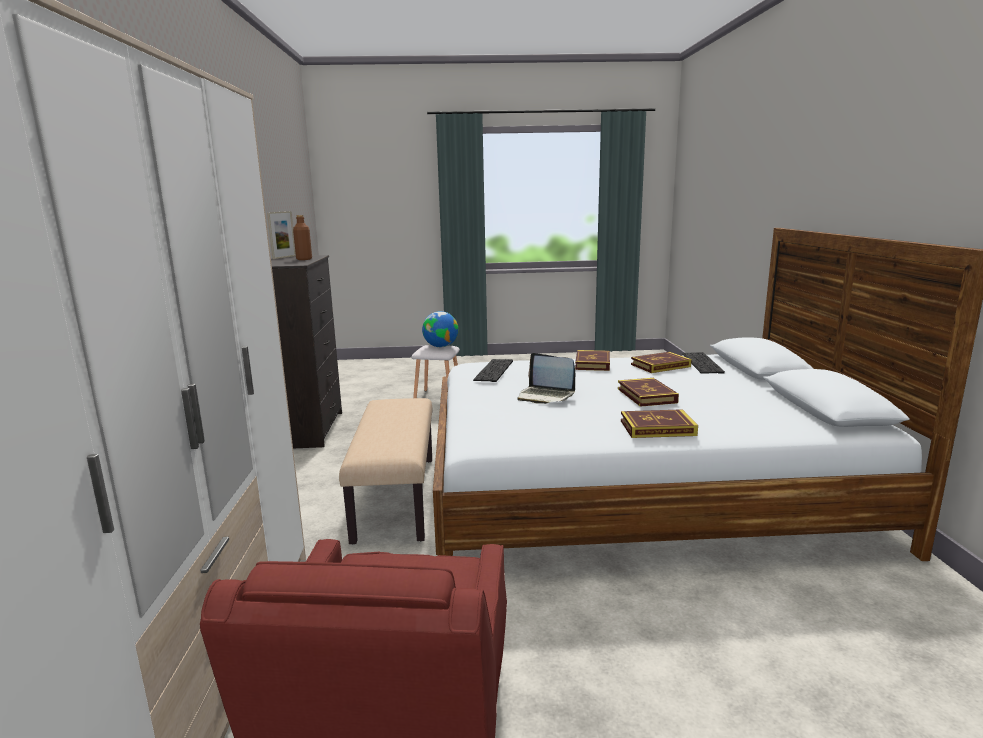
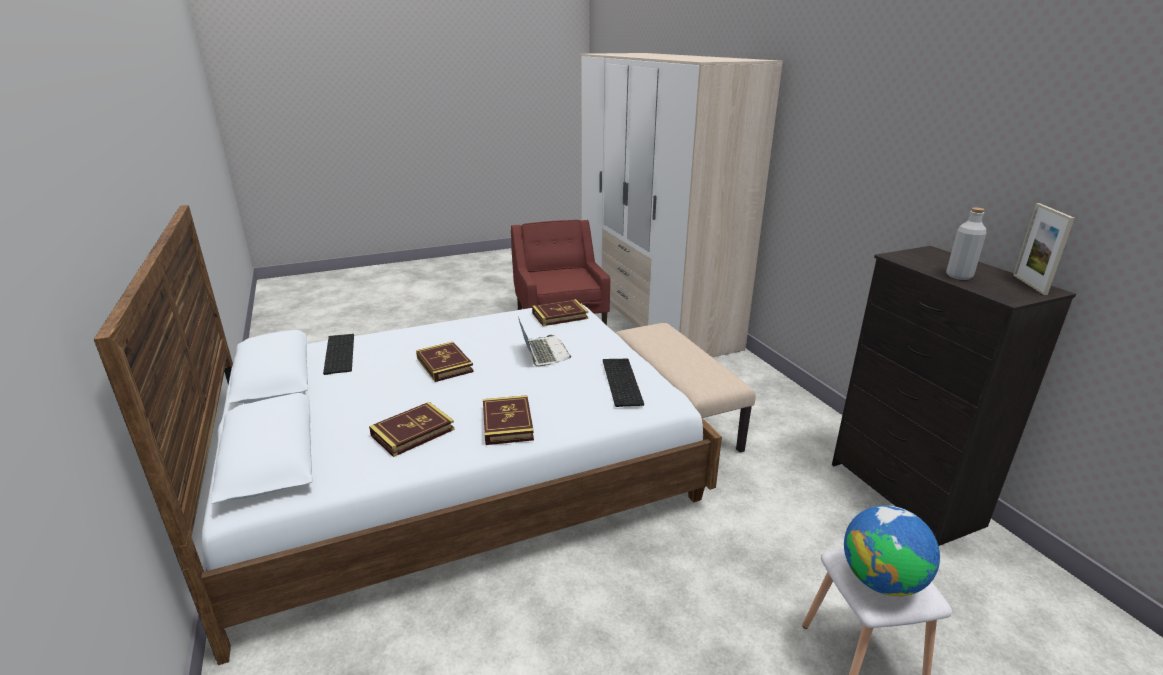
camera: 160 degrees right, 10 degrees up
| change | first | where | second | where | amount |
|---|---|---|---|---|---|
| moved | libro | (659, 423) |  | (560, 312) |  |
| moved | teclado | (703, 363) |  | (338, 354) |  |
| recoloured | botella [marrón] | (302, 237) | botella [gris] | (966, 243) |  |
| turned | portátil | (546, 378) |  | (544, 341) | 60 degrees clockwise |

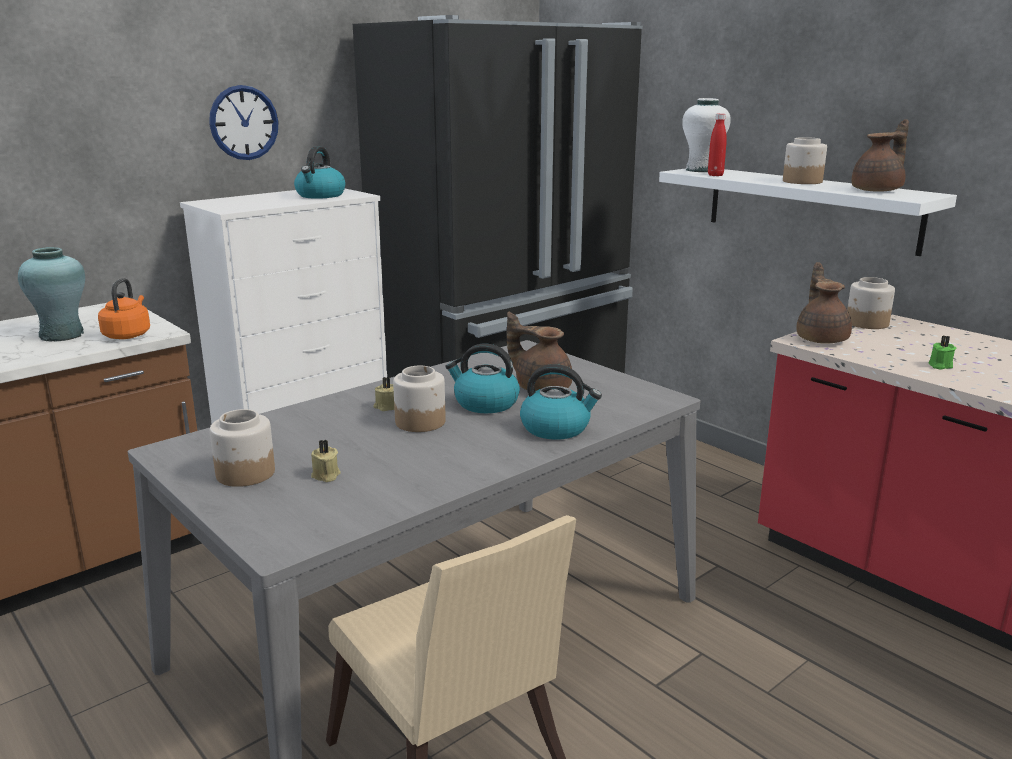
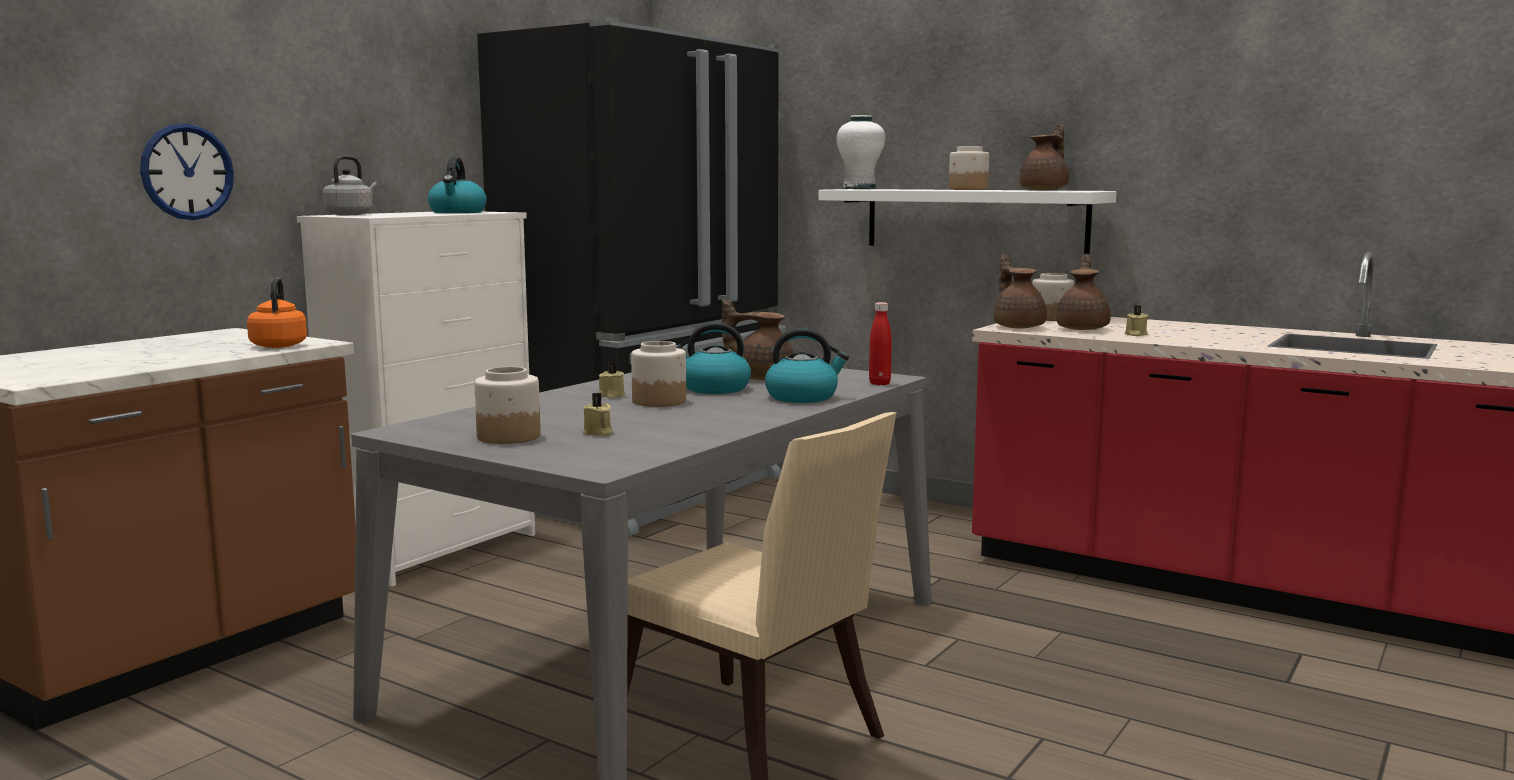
camera: 15 degrees left, 10 degrees down
| change | first | where | second | where | amount |
|---|---|---|---|---|---|
| removed | florero [turquesa] | (51, 294) |  |  |  |
| added |  |  | hervidor [gris] | (350, 185) |  |
| added |  |  | tetera [marrón] | (1083, 292) |  |
| moved | reloj de pared | (244, 122) |  | (187, 171) |  |
| moved | botella [rojo] | (717, 144) |  | (880, 343) |  |
| recoloured | vela [verde] | (942, 352) | vela [beis] | (1136, 320) |  |

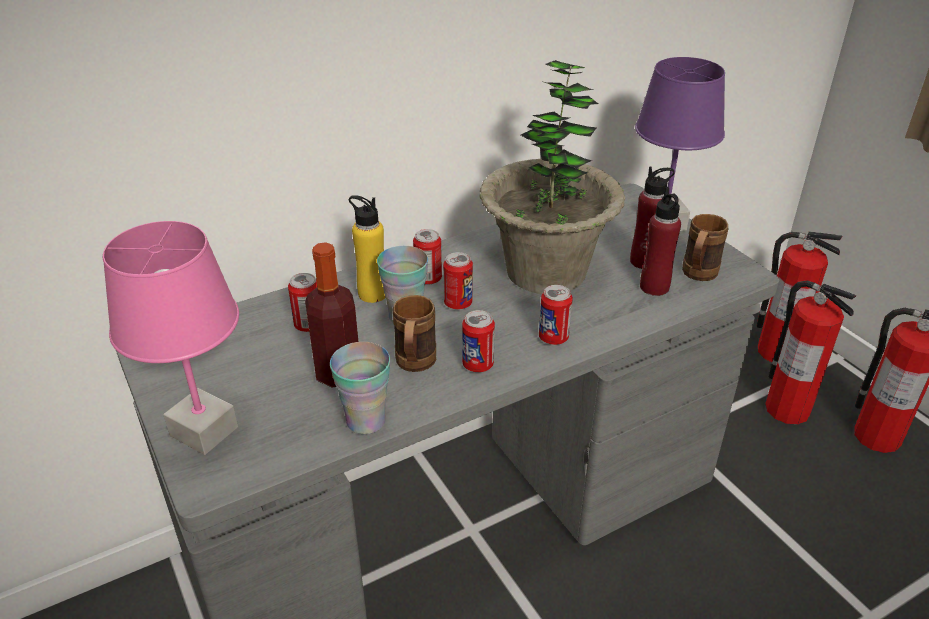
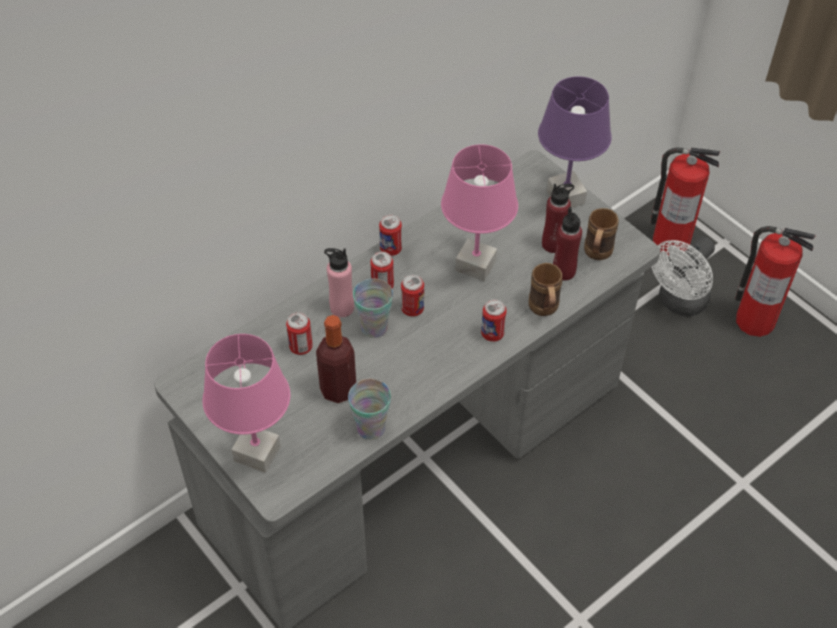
camera: 10 degrees left, 15 degrees up
| change | first | where | second | where | amount |
|---|---|---|---|---|---|
| moved | taza grande [marrón] | (414, 333) |  | (545, 289) |  |
| moved | lata | (478, 341) |  | (390, 235) |  |
| replaced | planta en maceta | (552, 177) | lámpara de mesa [rosa] | (479, 212) |  |
| replaced | extintor | (811, 352) | ventilador [blanco] | (683, 276) |  |
| recoloured | botella [amarillo] | (367, 249) | botella [rosa] | (339, 282) |  |

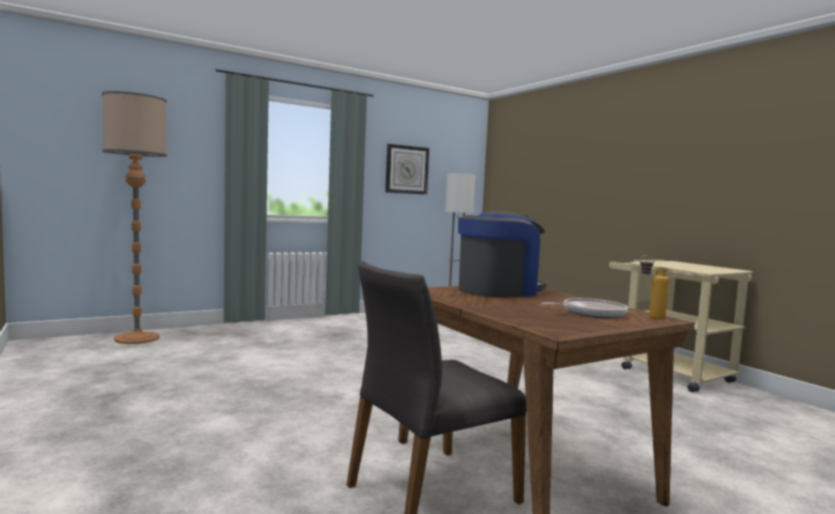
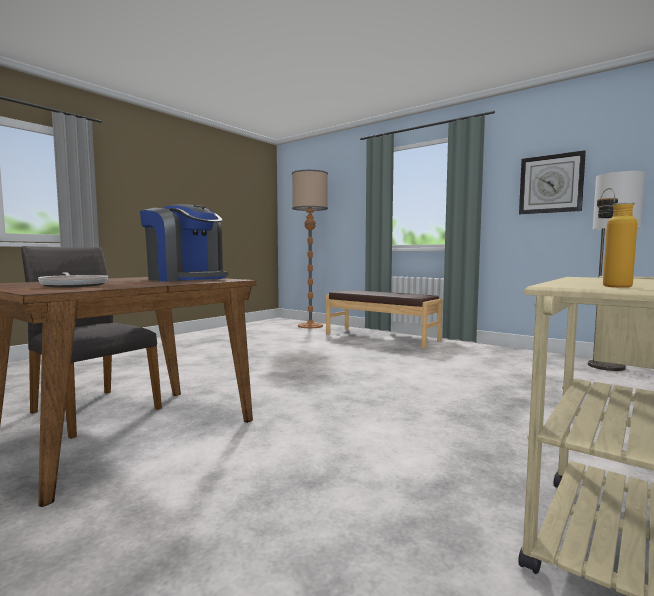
camera: 70 degrees right, 0 degrees up
| change | first | where | second | where | amount |
|---|---|---|---|---|---|
| added |  |  | banco [marrón] | (384, 319) |  |
| moved | botella | (654, 287) |  | (617, 238) |  |

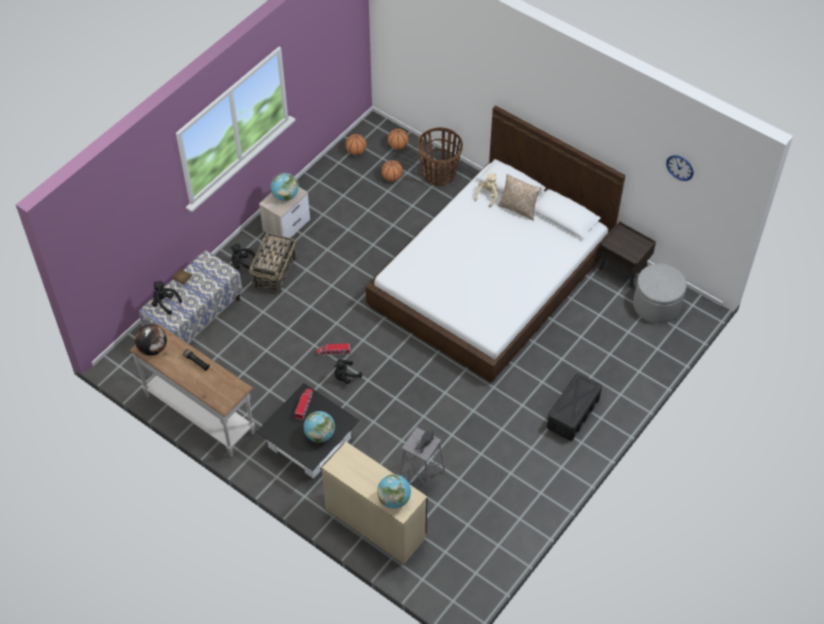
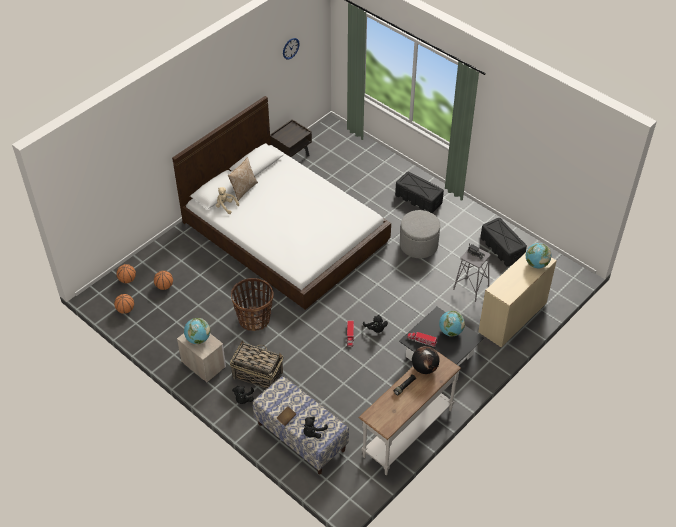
camera: 85 degrees left, 5 degrees down
| change | first | where | second | where | amount |
|---|---|---|---|---|---|
| added |  |  | caja de almacenaje [negro] | (503, 242) |  |
| moved | globo terráqueo | (151, 340) |  | (426, 360) |  |
| moved | cesta | (440, 156) |  | (252, 304) |  |
| moved | puf [gris] | (660, 294) |  | (420, 234) |  |

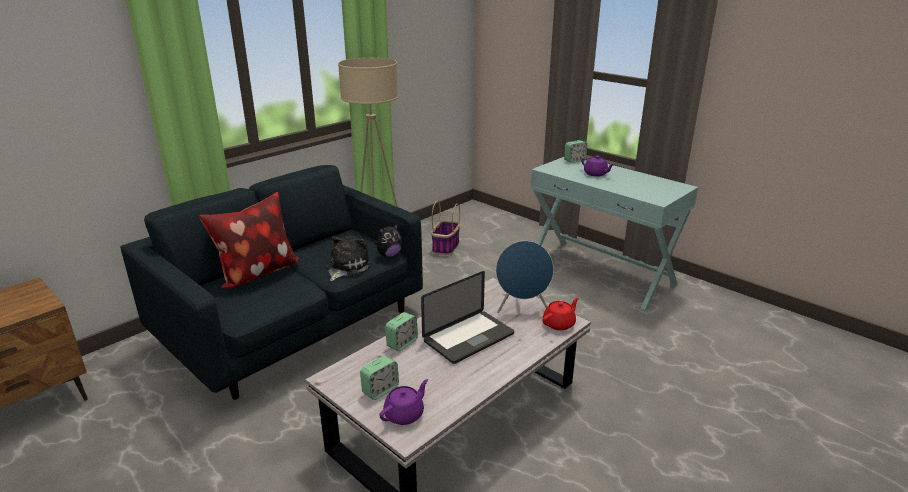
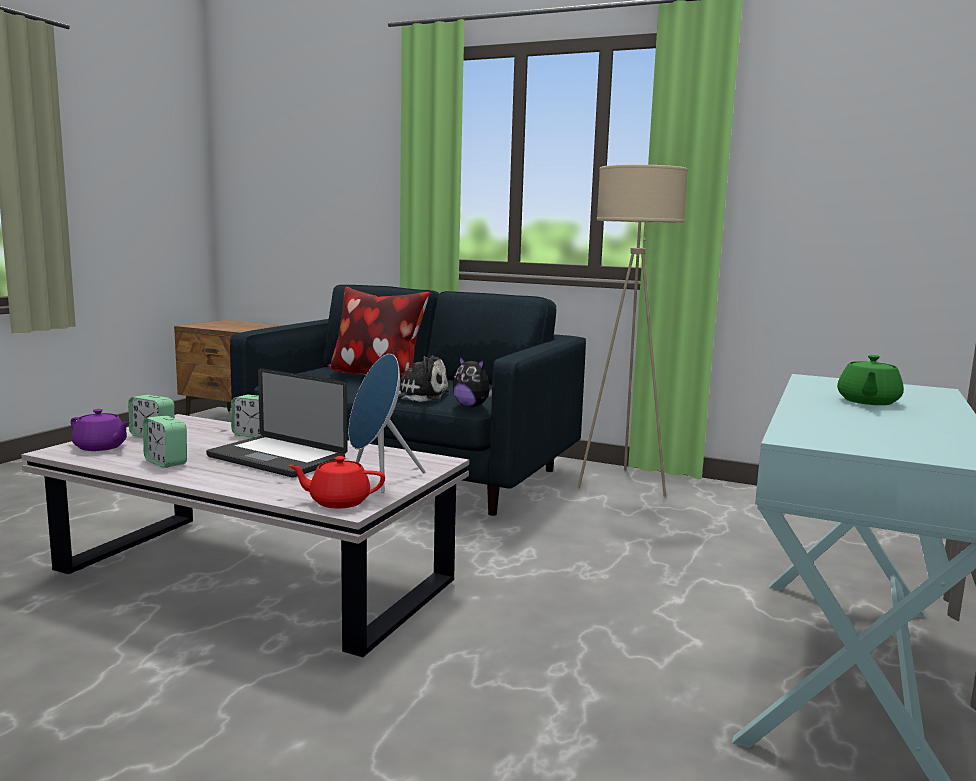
camera: 70 degrees right, 15 degrees down
| change | first | where | second | where | amount |
|---|---|---|---|---|---|
| removed | cesta | (445, 228) |  |  |  |
| moved | despertador | (575, 151) |  | (165, 441) |  |
| recoloured | tetera [morado] | (598, 166) | tetera [verde] | (870, 380) |  |
| turned | tetera [rojo] | (561, 314) |  | (336, 482) | 150 degrees clockwise |

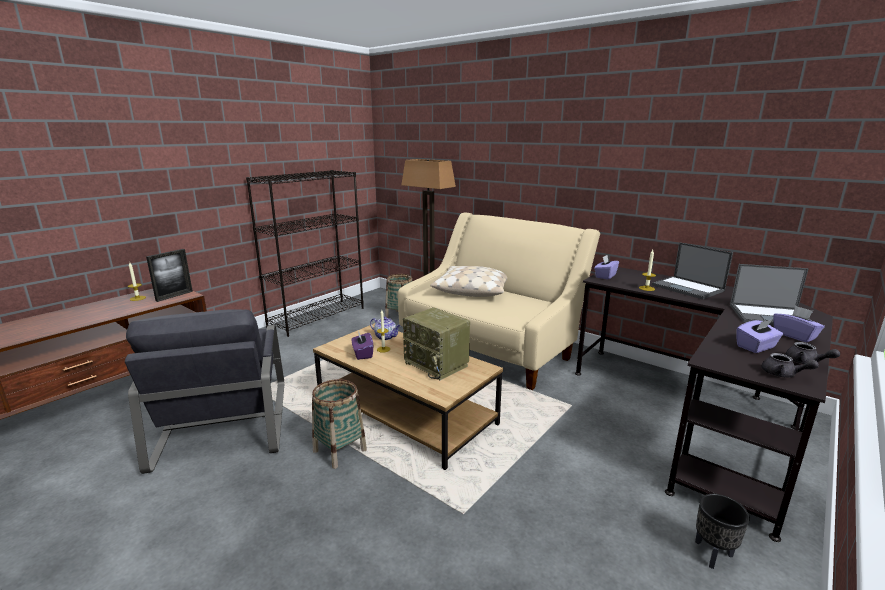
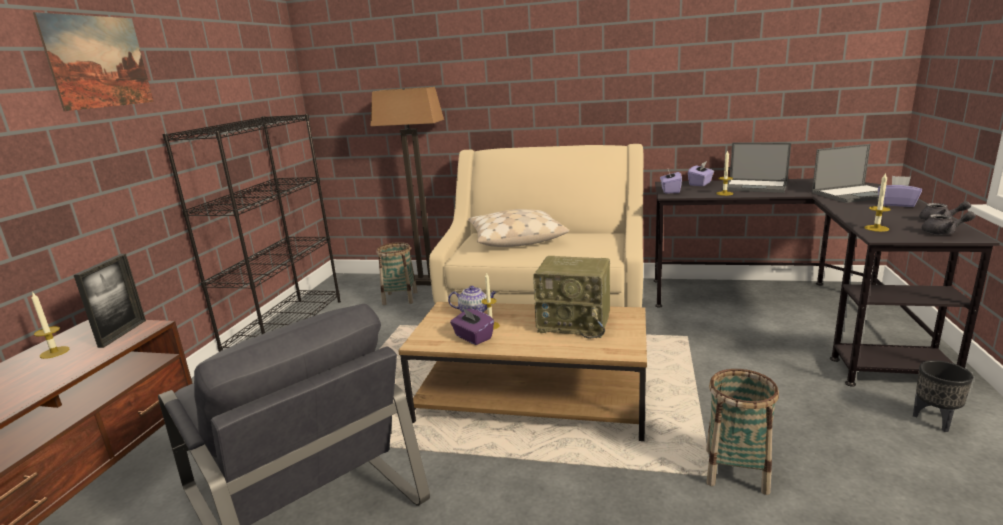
camera: 25 degrees left, 0 degrees up
| change | first | where | second | where | amount |
|---|---|---|---|---|---|
| added |  |  | cuadro | (93, 61) |  |
| added |  |  | vela | (878, 202) |  |
| moved | cesta | (339, 424) |  | (742, 432) |  |
| moved | caja de pañuelos [morado] | (759, 336) |  | (701, 173) |  |

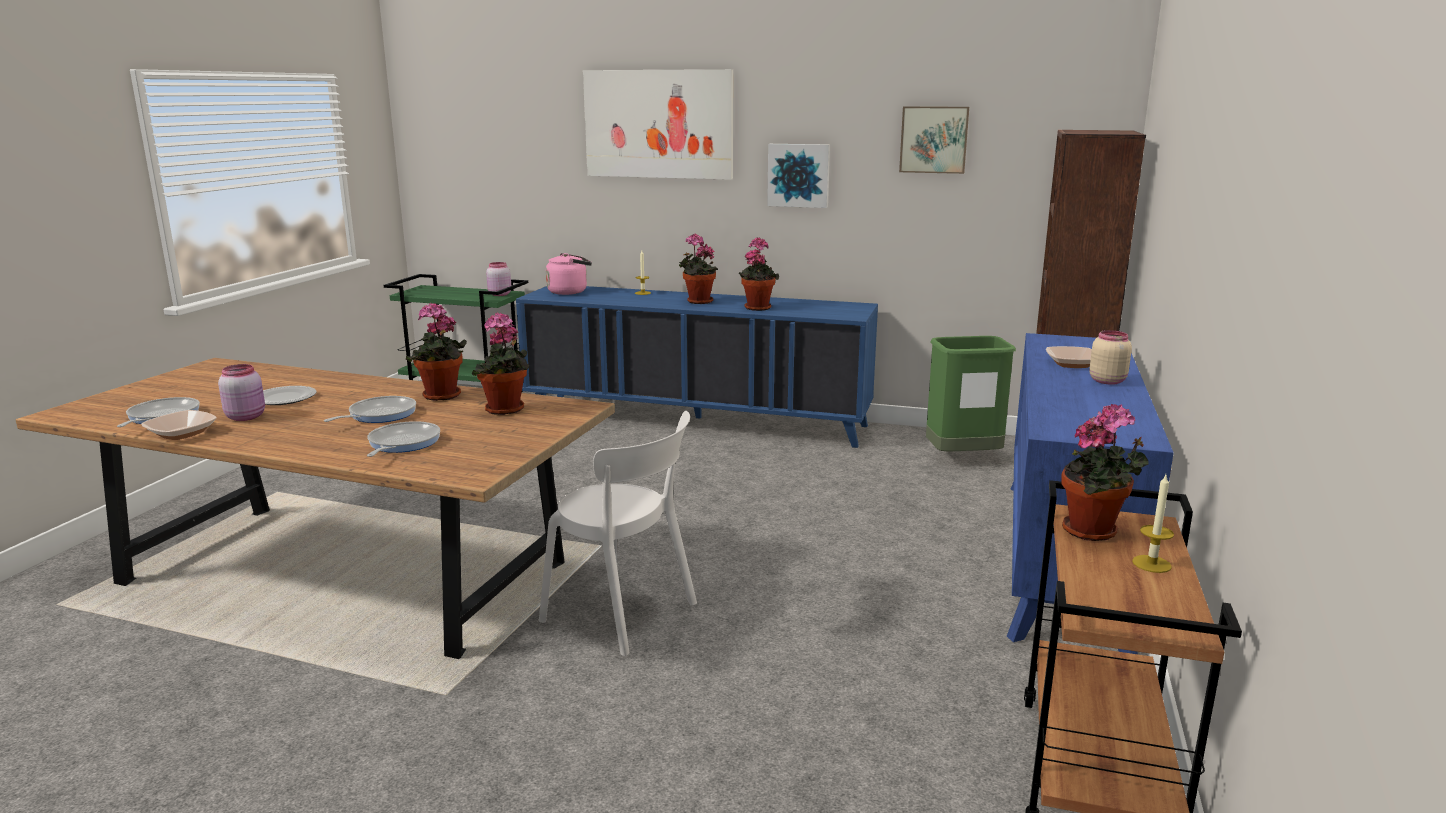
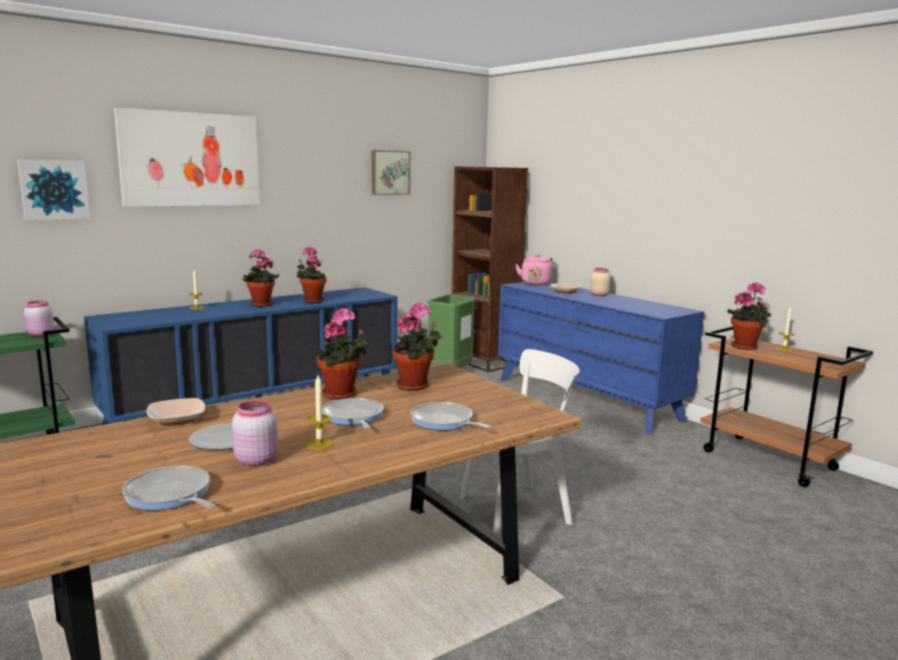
camera: 55 degrees left, 5 degrees down
| change | first | where | second | where | amount |
|---|---|---|---|---|---|
| added |  |  | vela | (319, 412) |  |
| moved | cuenco | (179, 425) |  | (175, 412) |  |
| moved | hervidor [rosa] | (569, 274) |  | (534, 270) |  |
| moved | cuadro | (798, 176) |  | (53, 190) |  |

